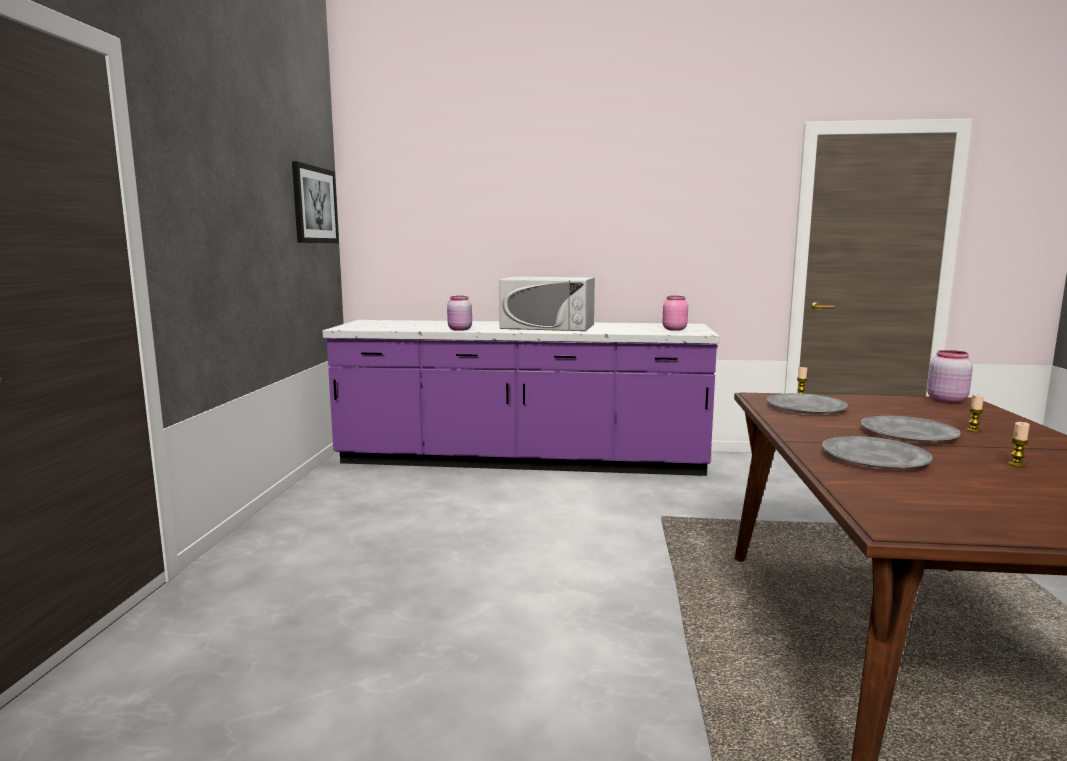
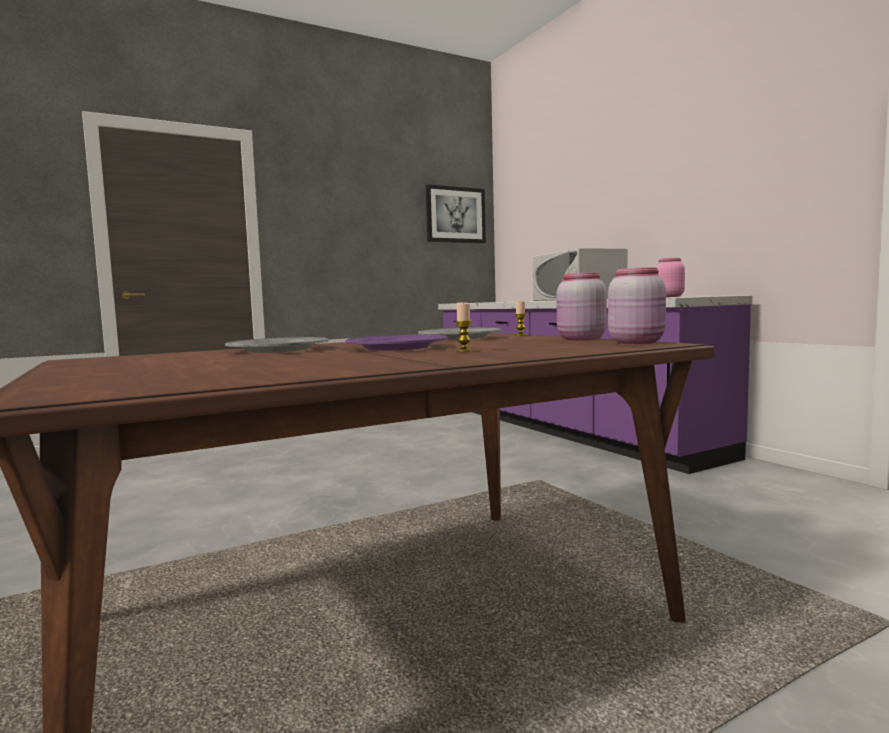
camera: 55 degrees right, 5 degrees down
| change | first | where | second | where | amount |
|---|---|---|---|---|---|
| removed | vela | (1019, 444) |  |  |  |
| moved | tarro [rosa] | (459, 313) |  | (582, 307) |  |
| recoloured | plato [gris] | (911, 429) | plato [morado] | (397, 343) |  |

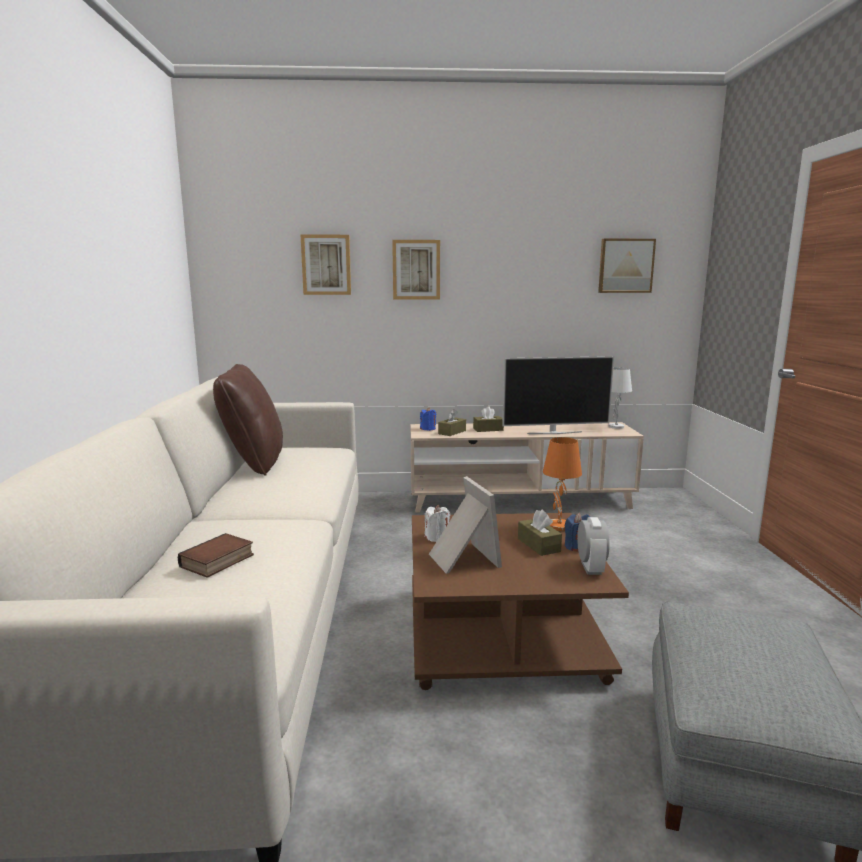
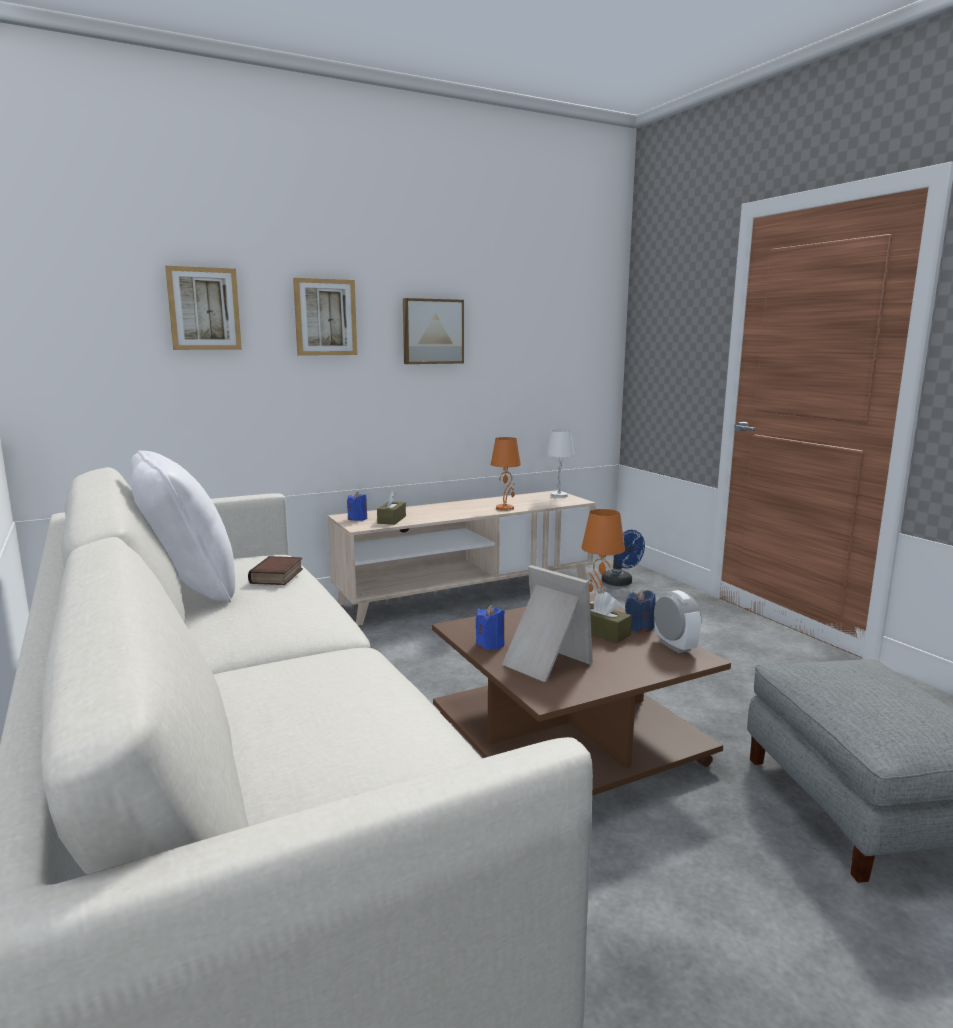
camera: 25 degrees left, 0 degrees up
| change | first | where | second | where | amount |
|---|---|---|---|---|---|
| removed | caja de pañuelos [marrón] | (488, 419) |  |  |  |
| added |  |  | ventilador [azul] | (623, 558) |  |
| moved | libro | (216, 555) |  | (275, 570) |  |
| moved | cuadro | (627, 266) |  | (433, 331) |  |
| replaced | televisor | (558, 395) | lámpara de mesa [naranja] | (506, 474) |  |
| recoloured | cojín [marrón] | (248, 420) | cojín [blanco] | (183, 527) |  |
| recoloured | vela [blanco] | (437, 523) | vela [azul] | (490, 627) |  |

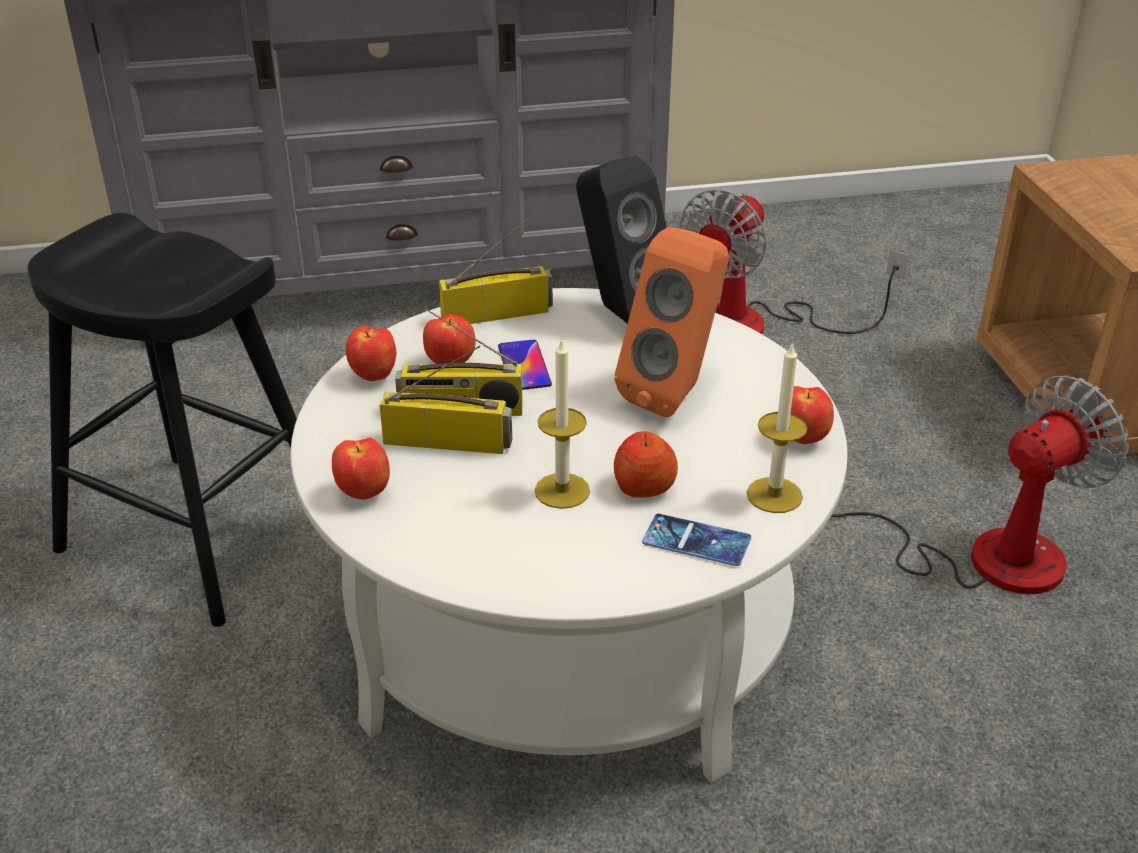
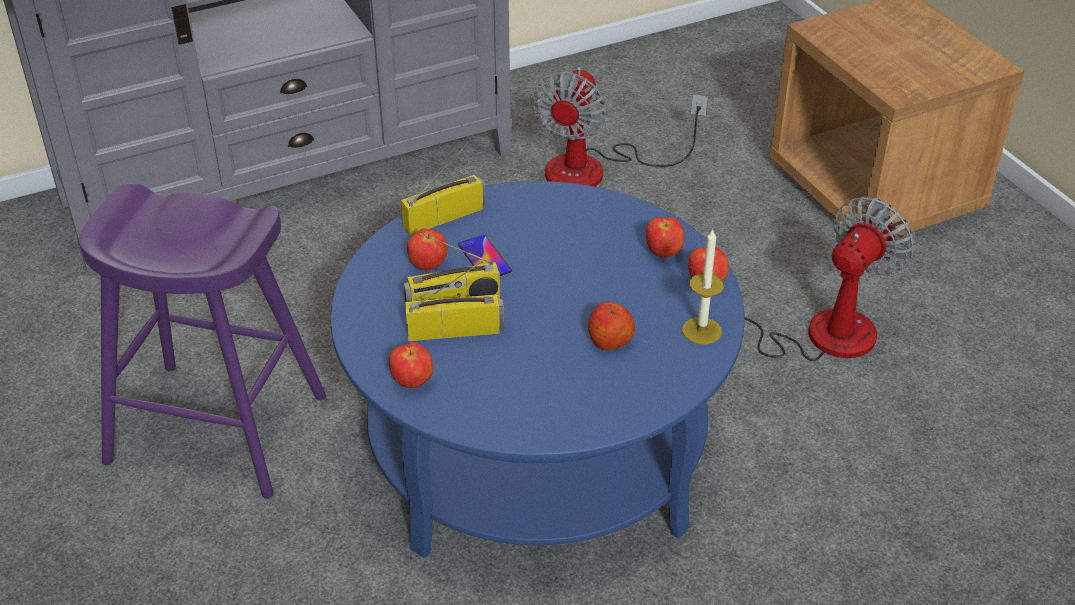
camera: 15 degrees left, 5 degrees up
| change | first | where | second | where | amount |
|---|---|---|---|---|---|
| removed | vela | (562, 423) |  |  |  |
| removed | altavoz [negro] | (621, 240) |  |  |  |
| removed | altavoz [naranja] | (672, 322) |  |  |  |
| removed | móvil | (696, 540) |  |  |  |
| moved | manzana | (371, 353) |  | (665, 237) |  |
| recoloured | taburete [negro] | (162, 420) | taburete [morado] | (202, 341) |  |
| recoloured | mesa de centro [blanco] | (569, 535) | mesa de centro [azul] | (537, 369) |  |

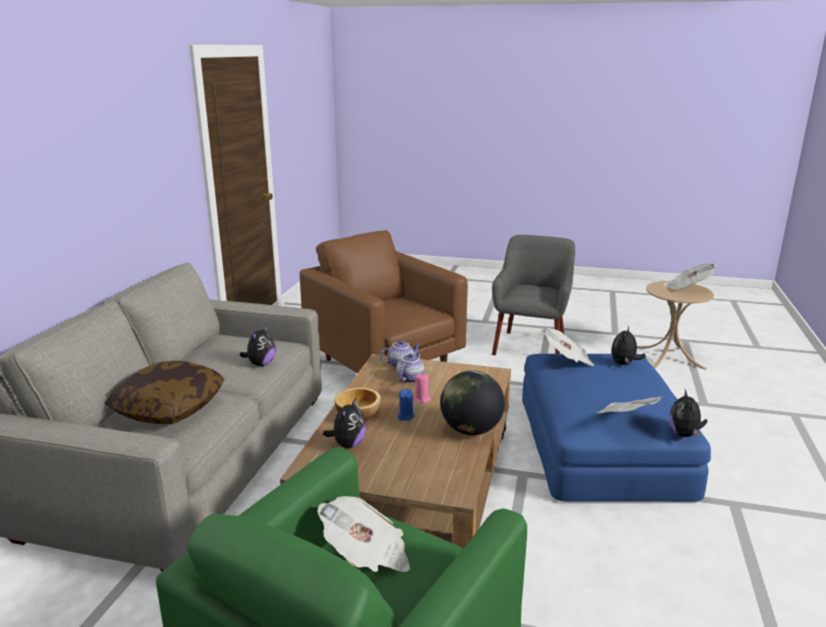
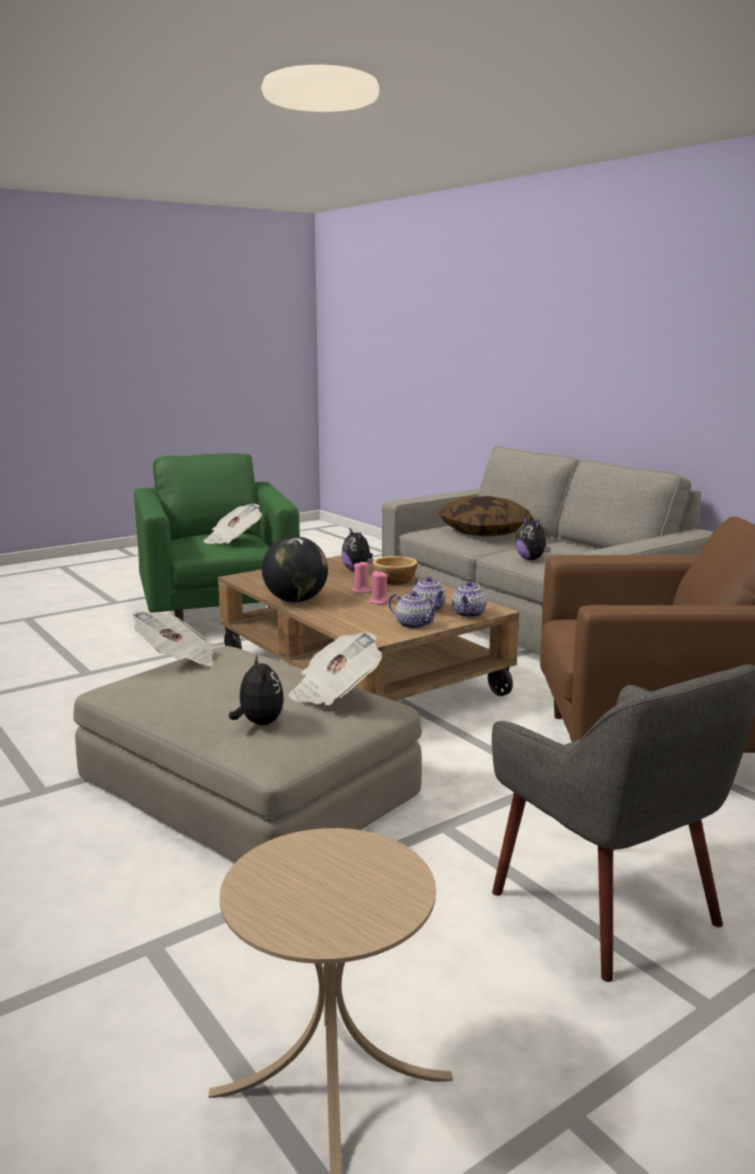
camera: 130 degrees right, 5 degrees down
| change | first | where | second | where | amount |
|---|---|---|---|---|---|
| removed | periódico | (690, 276) |  |  |  |
| removed | peluche | (688, 413) |  |  |  |
| added |  |  | tetera | (414, 610) |  |
| recoloured | vela [azul] | (406, 405) | vela [rosa] | (362, 577) |  |
| recoloured | puf [azul] | (616, 428) | puf [beis] | (247, 754) |  |

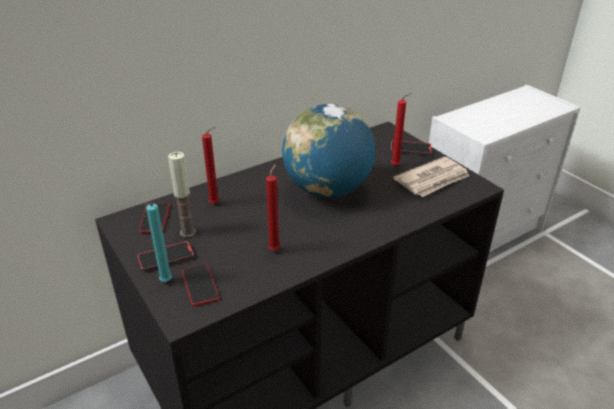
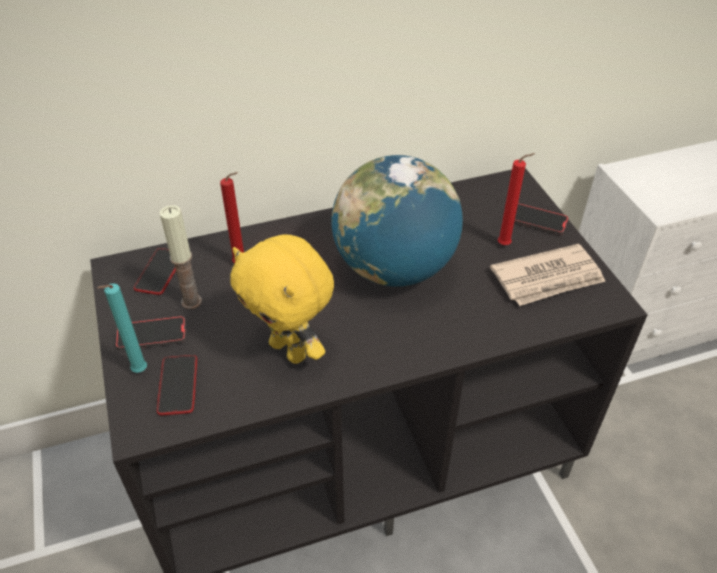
camera: 15 degrees right, 10 degrees up
| change | first | where | second | where | amount |
|---|---|---|---|---|---|
| replaced | vela [rojo] | (273, 207) | peluche [amarillo] | (282, 299) |  |

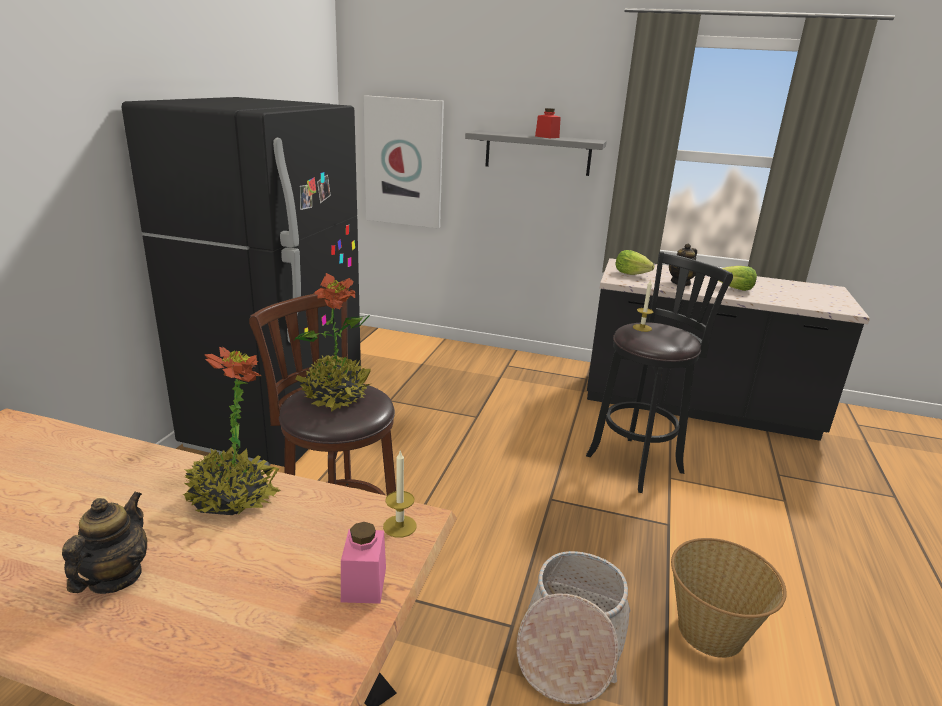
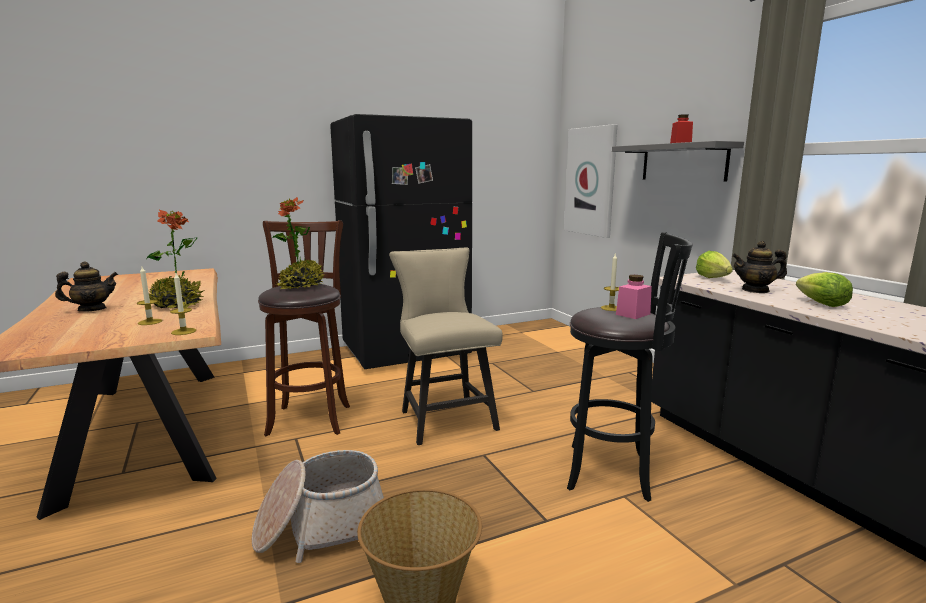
camera: 50 degrees right, 10 degrees down
| change | first | where | second | where | amount |
|---|---|---|---|---|---|
| added |  |  | vela | (149, 296) |  |
| added |  |  | silla [beis] | (446, 346) |  |
| moved | tarro [rosa] | (363, 563) |  | (634, 297) |  |

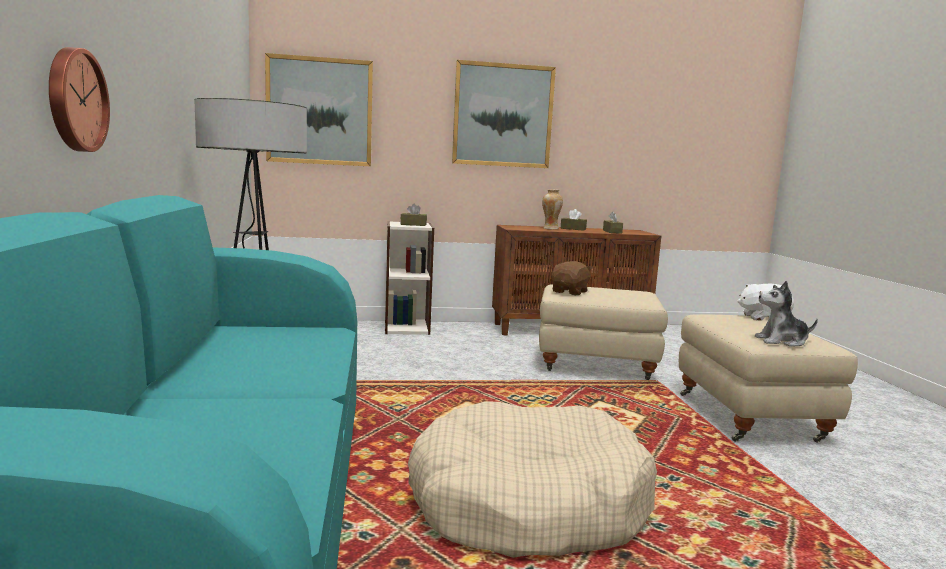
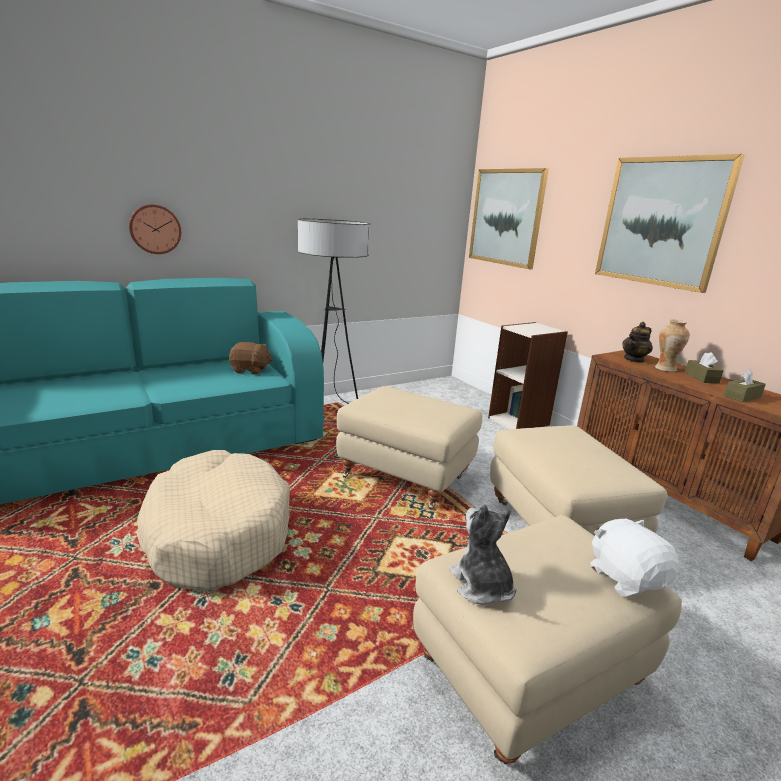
camera: 65 degrees right, 10 degrees up
| change | first | where | second | where | amount |
|---|---|---|---|---|---|
| removed | caja de pañuelos [marrón] | (414, 215) |  |  |  |
| added |  |  | puf [beis] | (409, 447) |  |
| added |  |  | tetera | (638, 342) |  |
| moved | peluche [marrón] | (572, 278) |  | (251, 358) |  |

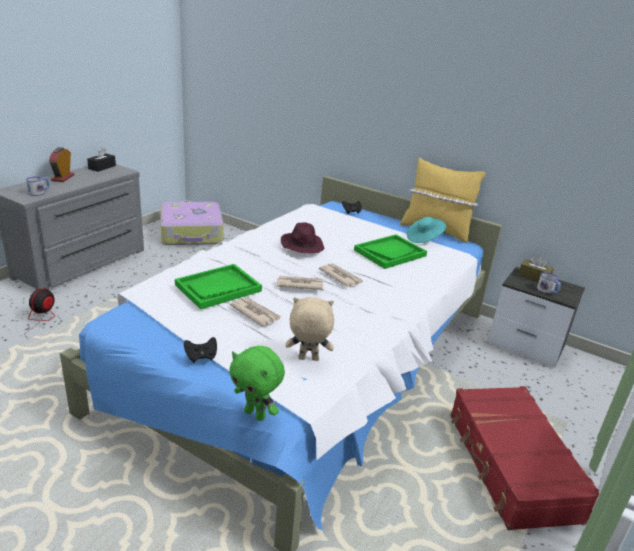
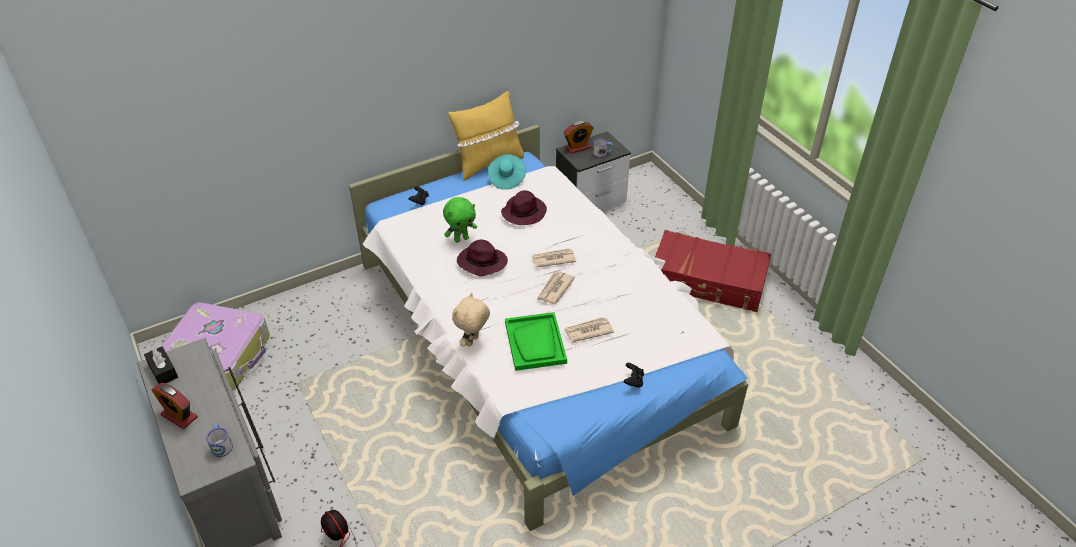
camera: 60 degrees left, 15 degrees up
| change | first | where | second | where | amount |
|---|---|---|---|---|---|
| moved | peluche [verde] | (257, 383) |  | (460, 220) |  |
| moved | peluche [beis] | (309, 329) |  | (471, 320) |  |
| replaced | bandeja [verde] | (390, 251) | sombrero [morado] | (524, 207) |  |
| replaced | caja de pañuelos [marrón] | (536, 268) | despertador | (578, 137) |  |

